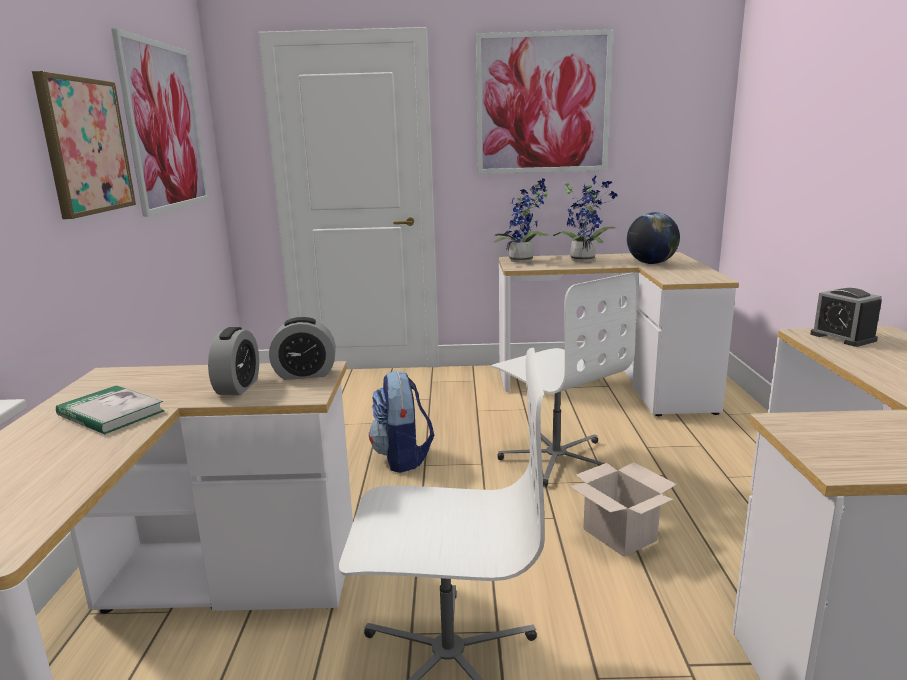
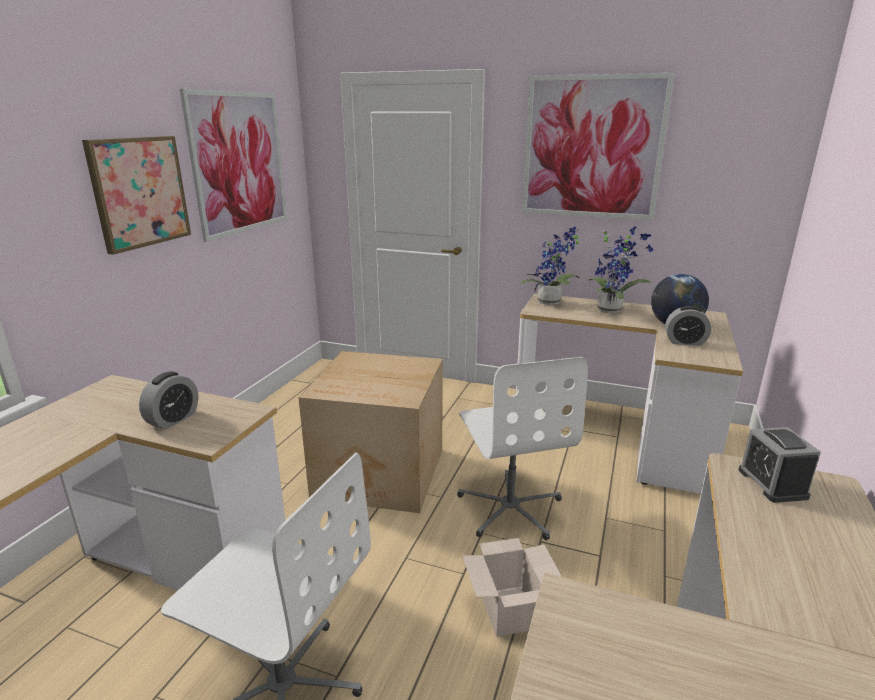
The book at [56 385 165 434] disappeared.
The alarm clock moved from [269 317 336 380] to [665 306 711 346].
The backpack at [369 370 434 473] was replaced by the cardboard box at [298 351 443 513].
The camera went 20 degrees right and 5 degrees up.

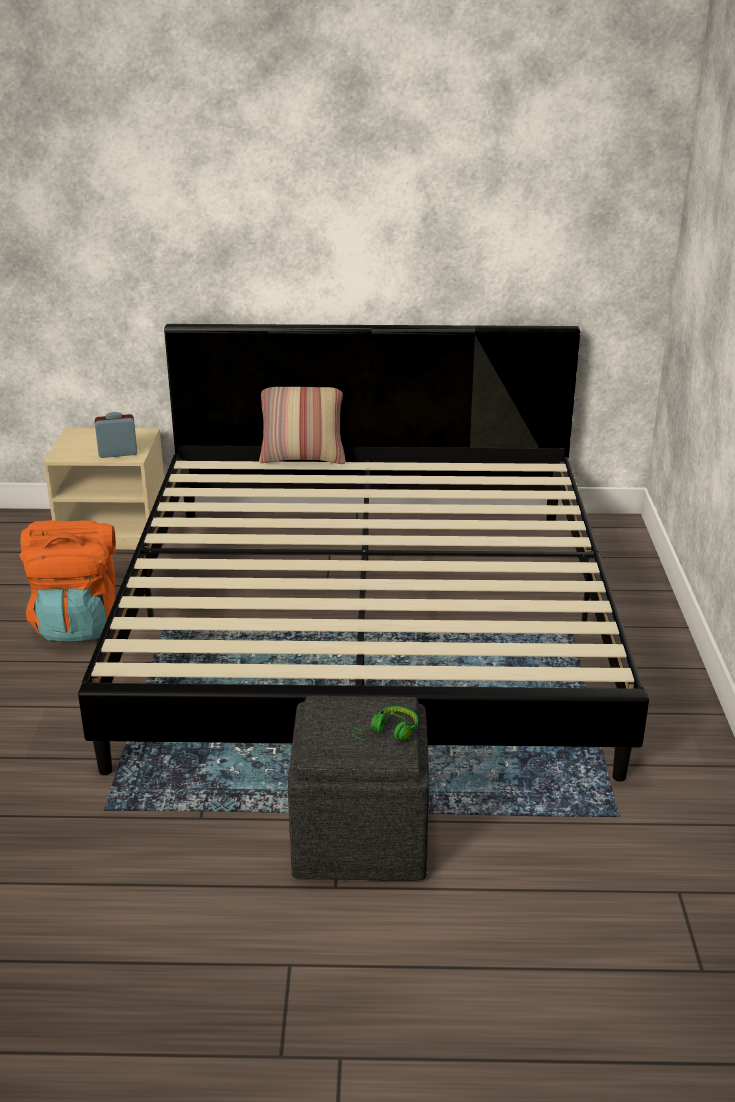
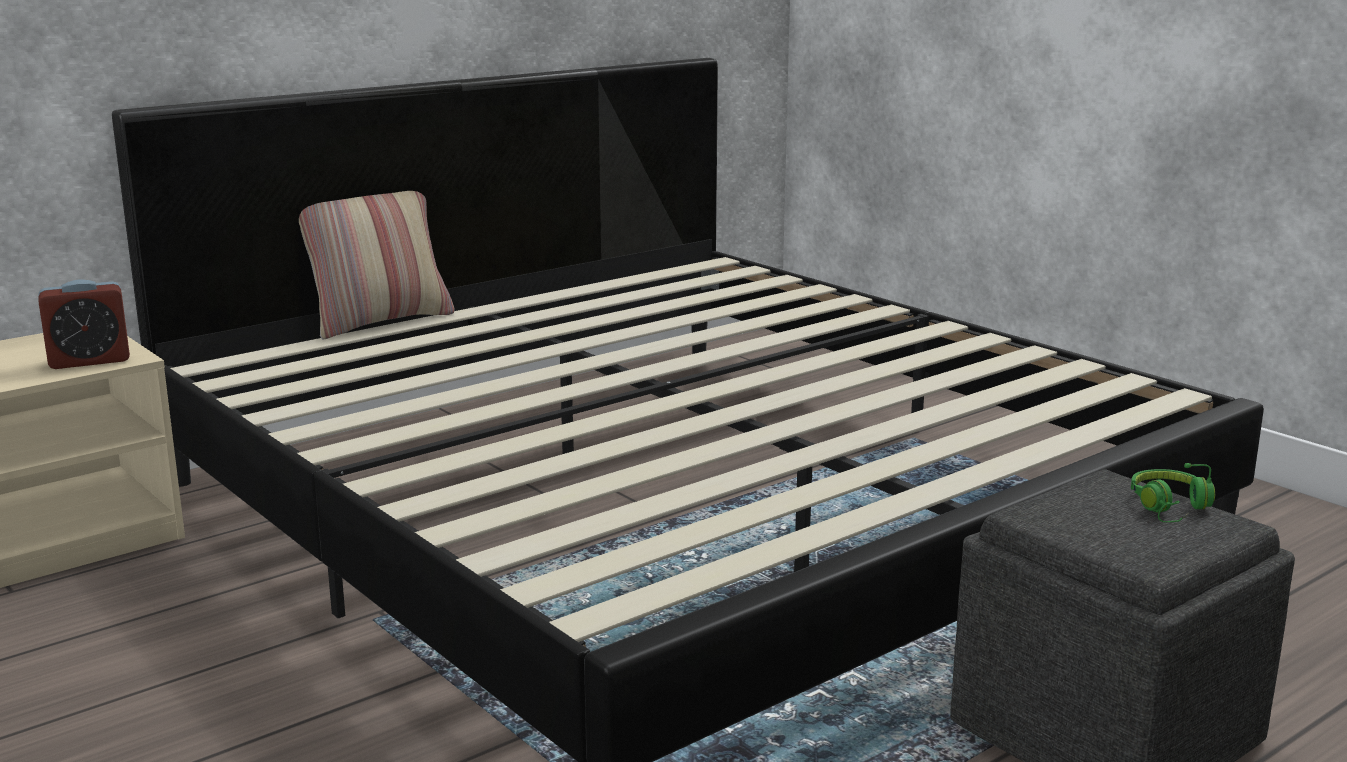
The orange backpack at [19 520 116 641] disappeared.
The alarm clock at [95 412 137 458] turned 150 degrees counterclockwise.
The camera went 40 degrees left and 10 degrees down.

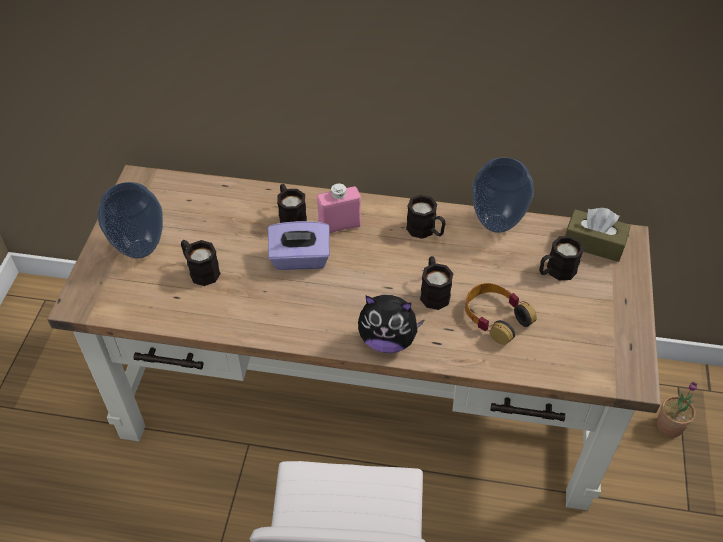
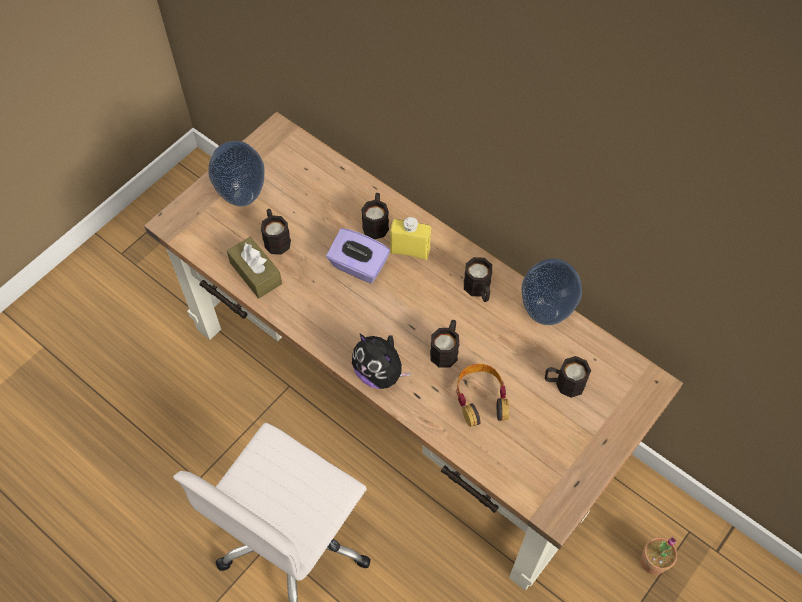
The pink bottle at [317 183 361 234] became the yellow bottle at [390 217 431 260].
The brown tissue box moved from [565 208 631 262] to [227 237 282 298].
The camera went 30 degrees right and 10 degrees up.

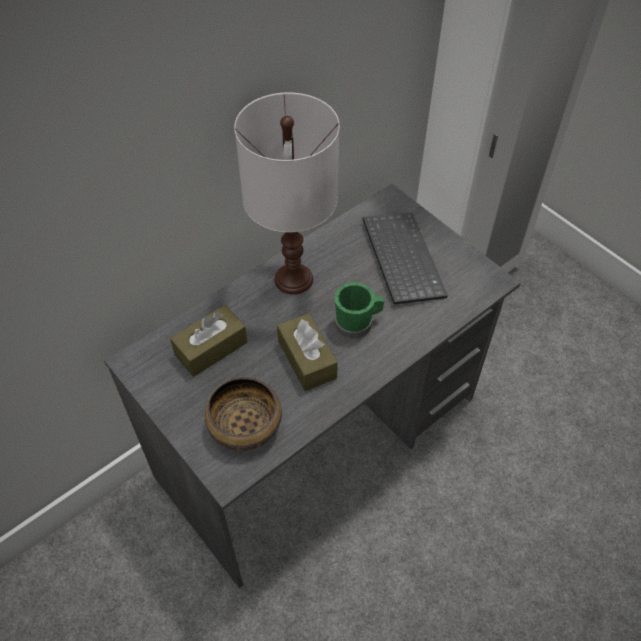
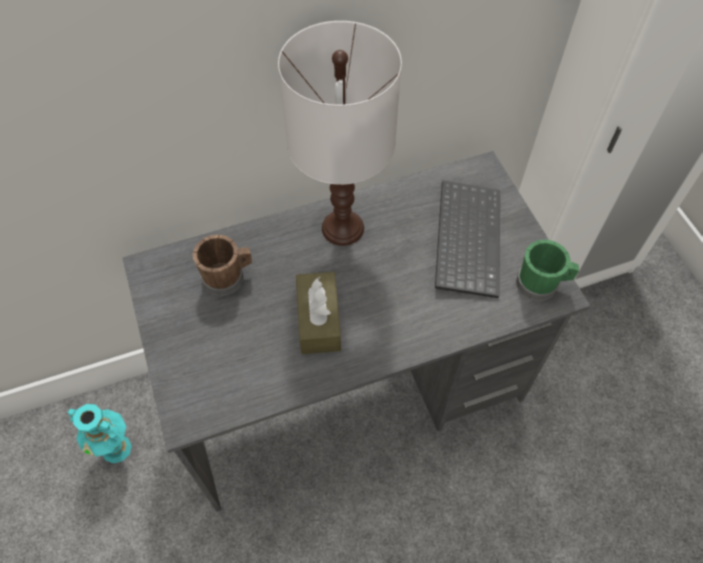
The brown tissue box at [170 305 247 377] was replaced by the brown mug at [193 235 252 296].
The bowl at [205 377 282 451] disappeared.
The green mug moved from [335 282 384 339] to [516 239 579 301].
The turquoise vase at [68 404 132 463] appeared.
The camera went 20 degrees right and 5 degrees up.

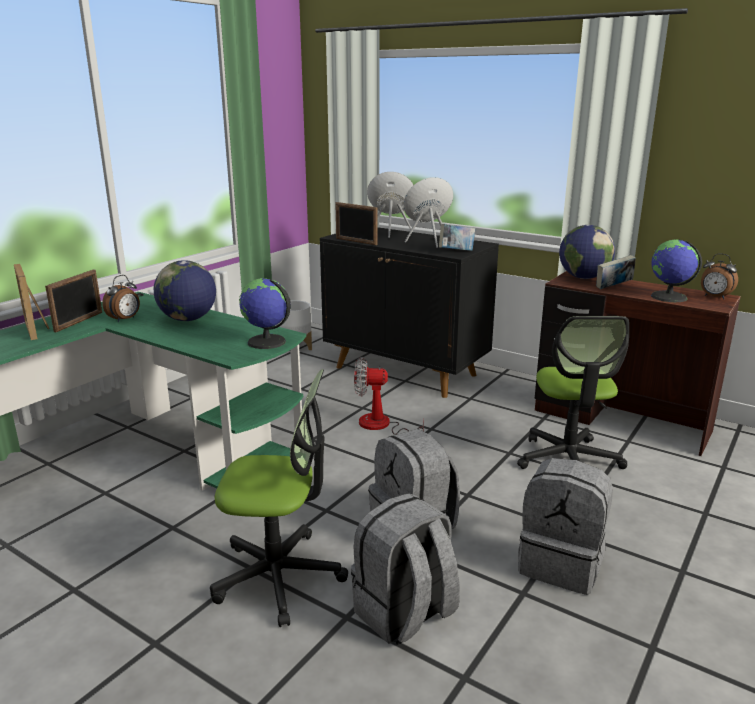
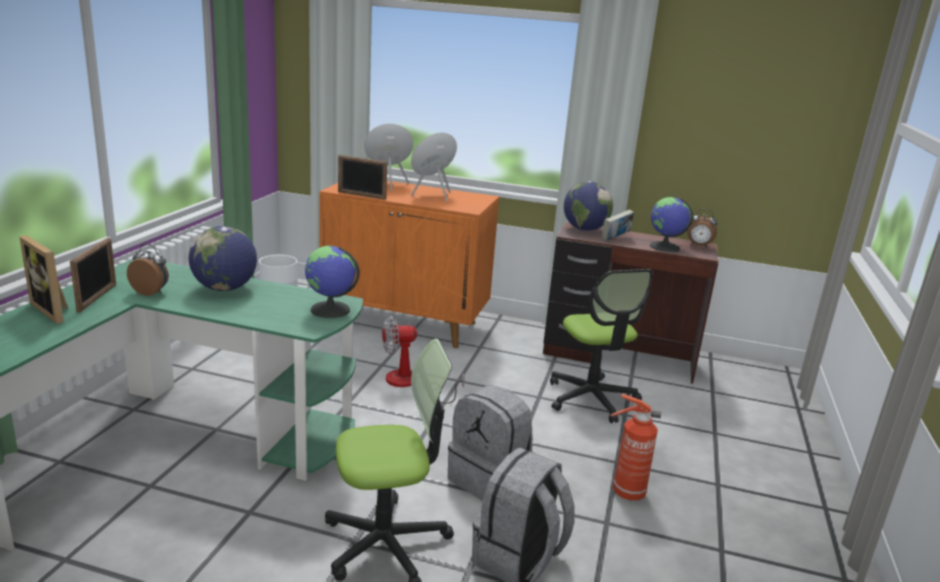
The alarm clock at [102 275 140 322] turned 90 degrees counterclockwise.
The black cabinet at [320 227 499 398] became the orange cabinet at [319 181 499 348].
The book at [439 224 475 251] disappeared.
The grey backpack at [518 458 613 595] was replaced by the fire extinguisher at [610 394 661 500].
The camera went 20 degrees left and 0 degrees up.

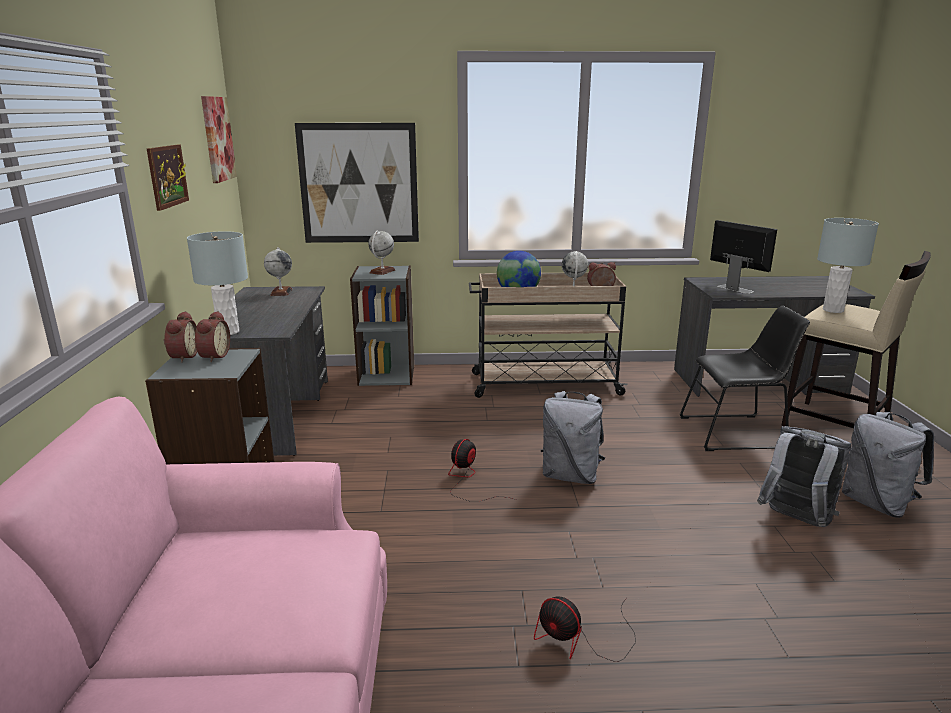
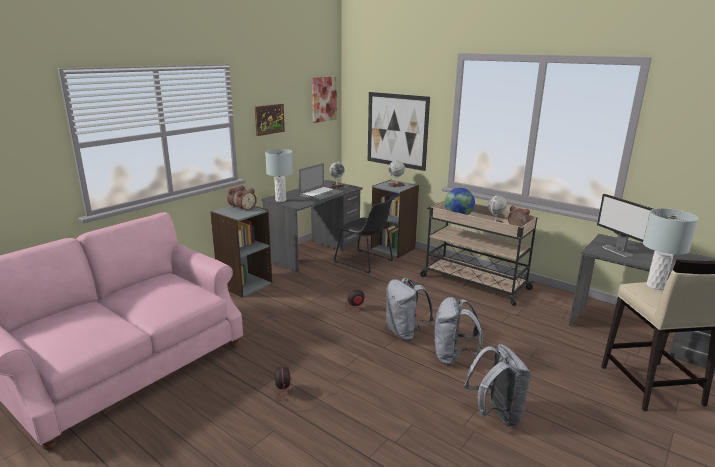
The black chair moved from [680 306 810 451] to [334 197 393 273].
The monitor at [710 220 777 294] turned 150 degrees clockwise.
The grey backpack moved from [842 412 934 518] to [434 297 483 366].
The laptop at [298 163 343 200] appeared.
The camera went 40 degrees right and 0 degrees up.

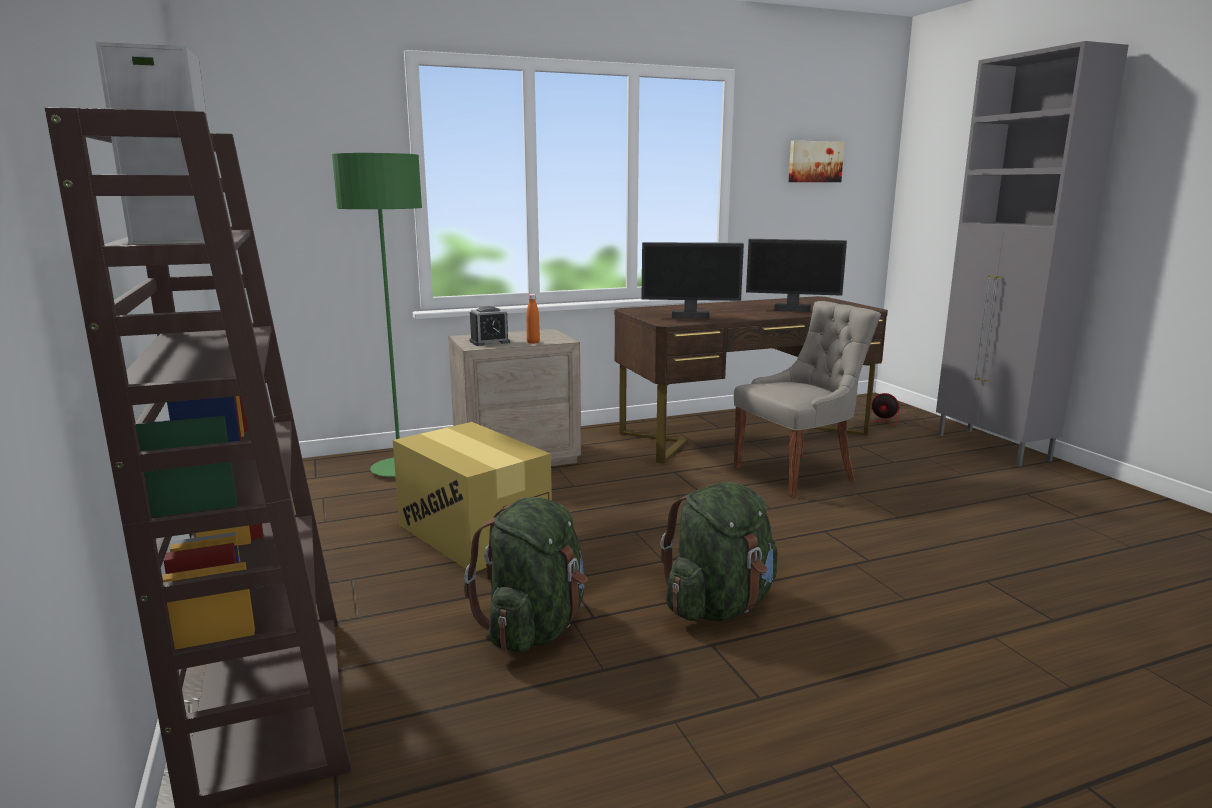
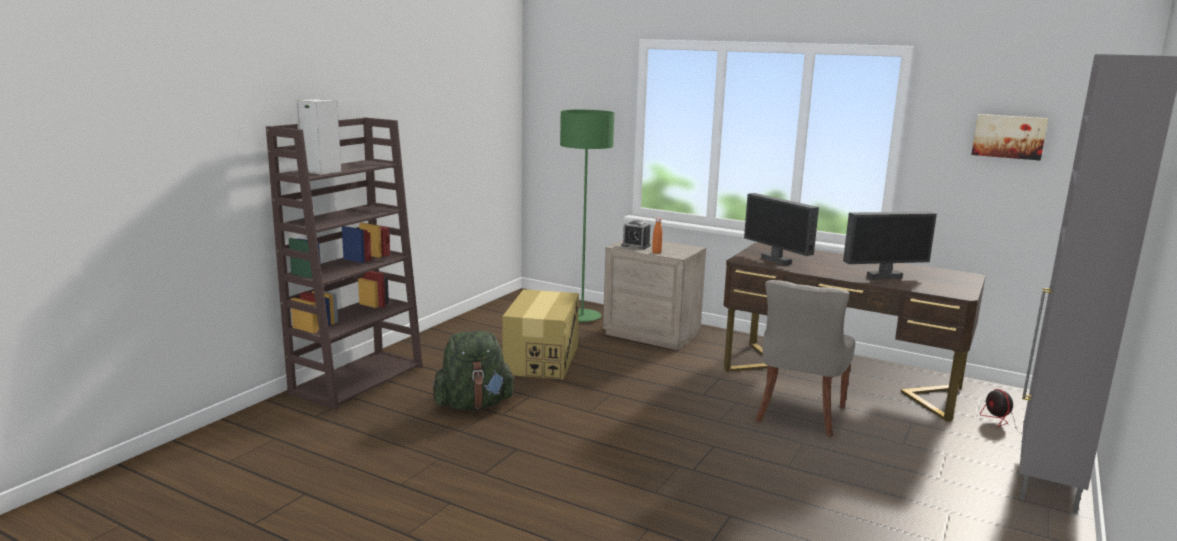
The green backpack at [660 482 778 621] disappeared.
The grey chair at [734 301 881 497] turned 90 degrees clockwise.
The monitor at [746 239 847 312] turned 75 degrees counterclockwise.
The camera went 50 degrees right and 0 degrees up.

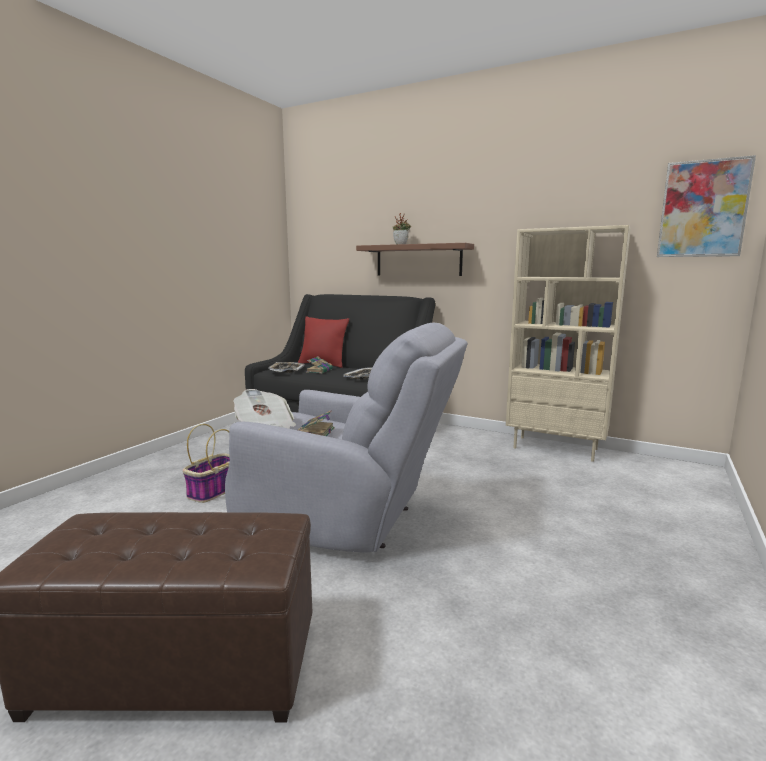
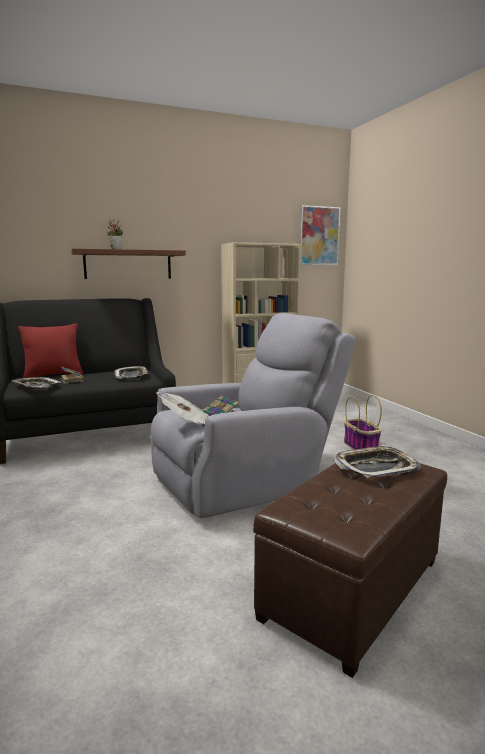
The basket moved from [183 424 230 503] to [344 395 382 450].
The tray at [334 445 421 478] appeared.
The camera went 50 degrees left and 0 degrees up.

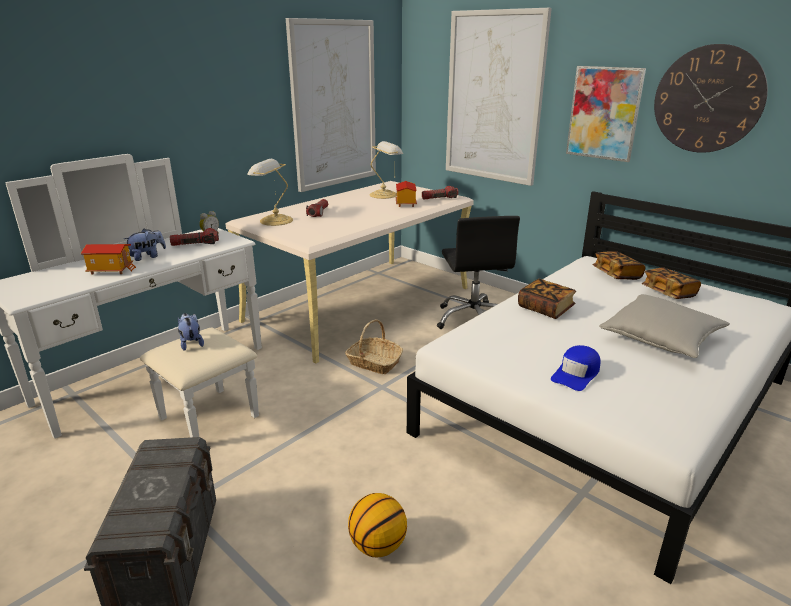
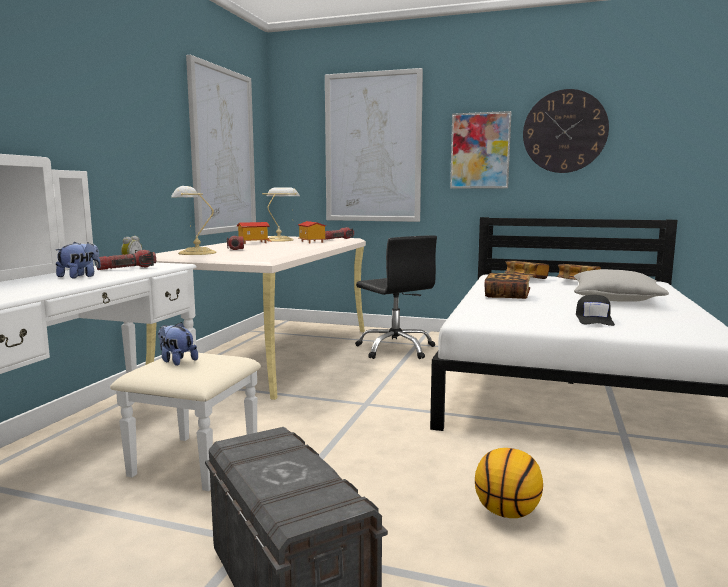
The toy house moved from [81 244 136 274] to [237 222 271 244].
The basket at [345 319 403 374] disappeared.
The blue cap at [551 345 600 391] became the black cap at [576 295 615 326].
The camera went 25 degrees left and 15 degrees down.

